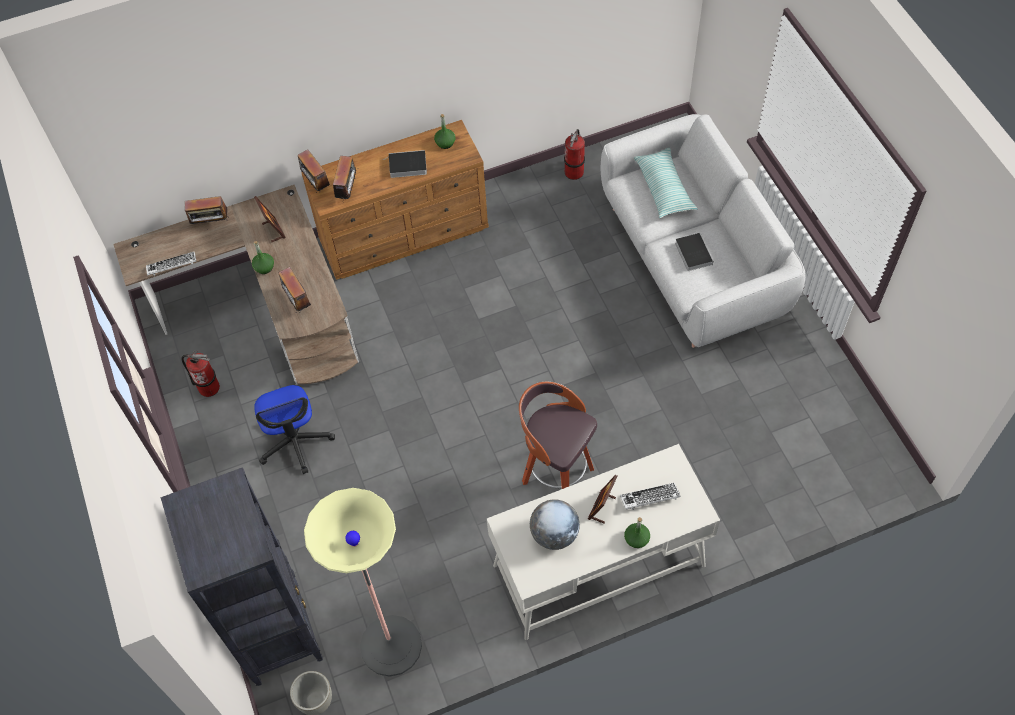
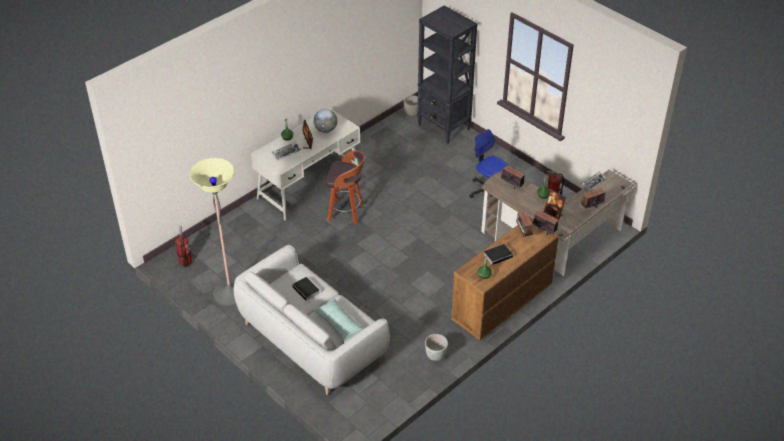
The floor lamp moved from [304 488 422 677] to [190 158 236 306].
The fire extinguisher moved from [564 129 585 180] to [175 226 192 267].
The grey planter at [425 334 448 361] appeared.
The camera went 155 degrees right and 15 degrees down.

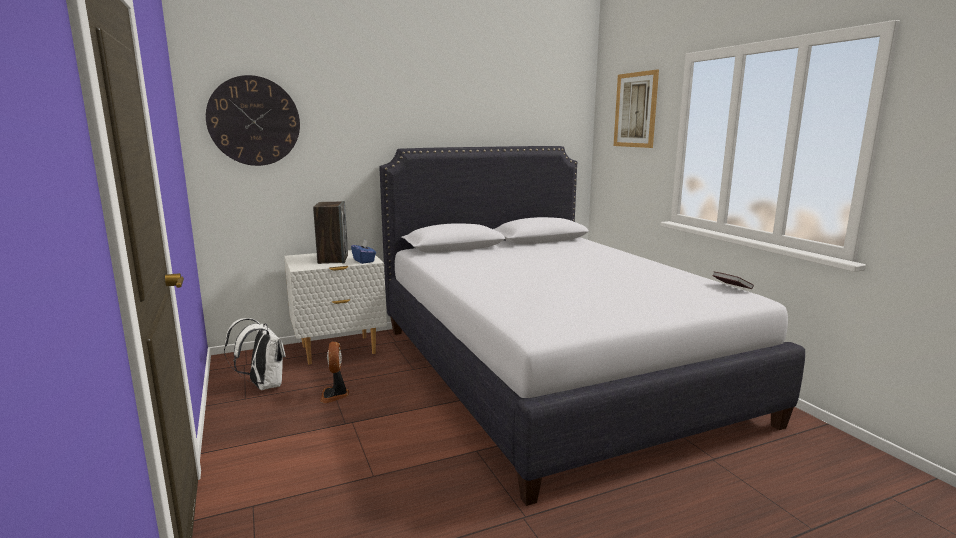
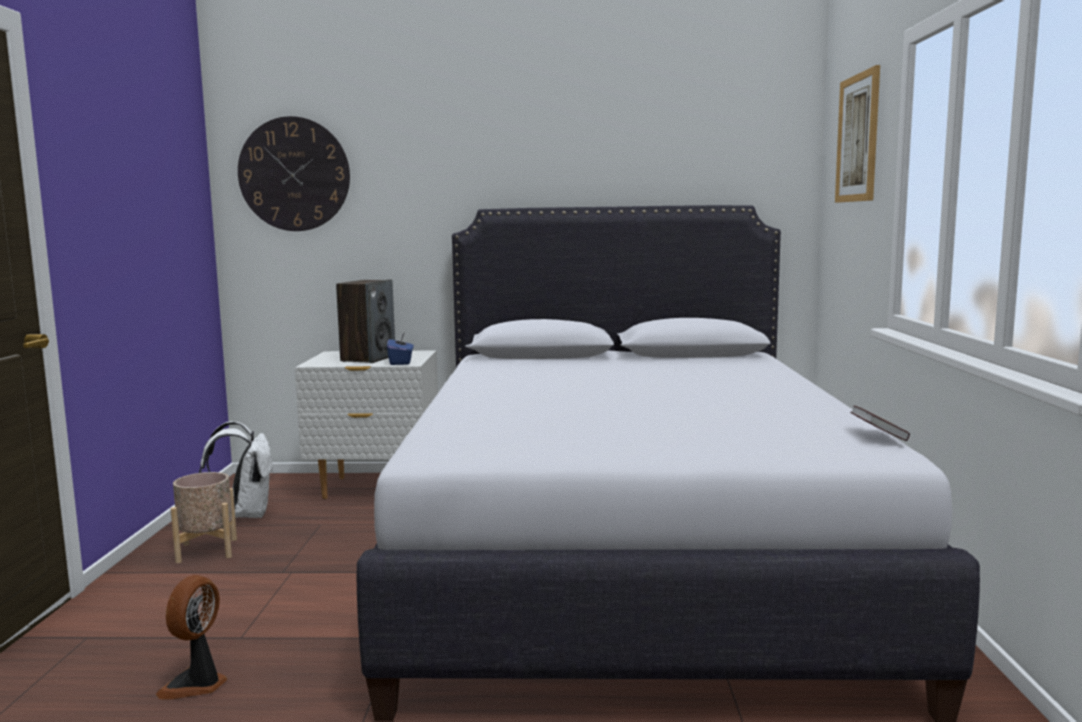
The fan moved from [320 341 349 403] to [156 575 227 700].
The beige planter at [171 472 237 563] appeared.
The camera went 25 degrees right and 5 degrees down.

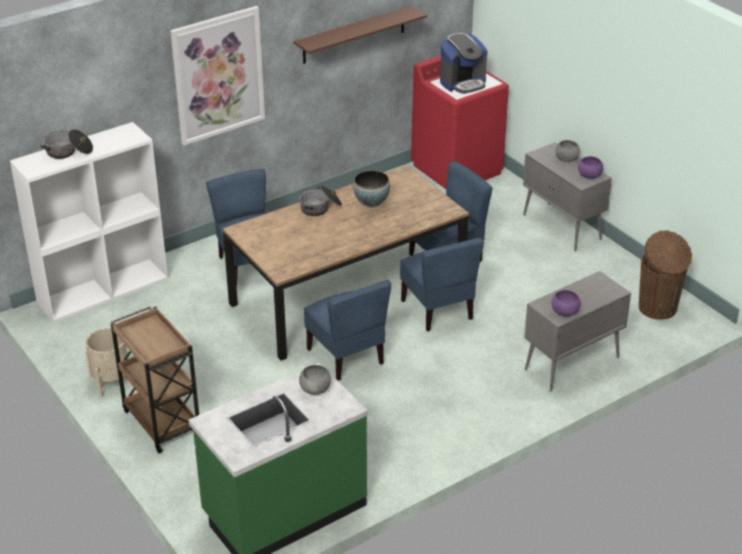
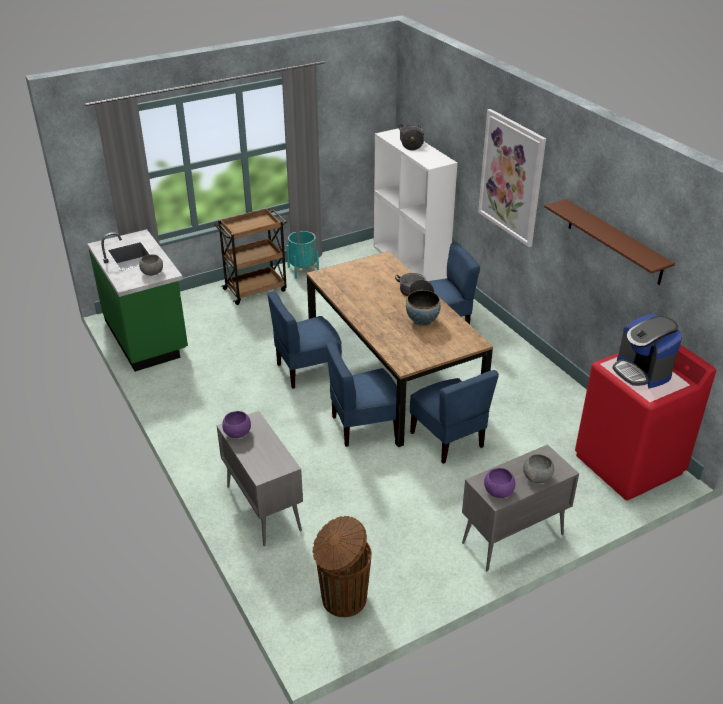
The beige planter at [85 328 134 398] became the turquoise planter at [287 231 319 279].
The camera went 95 degrees right and 0 degrees up.

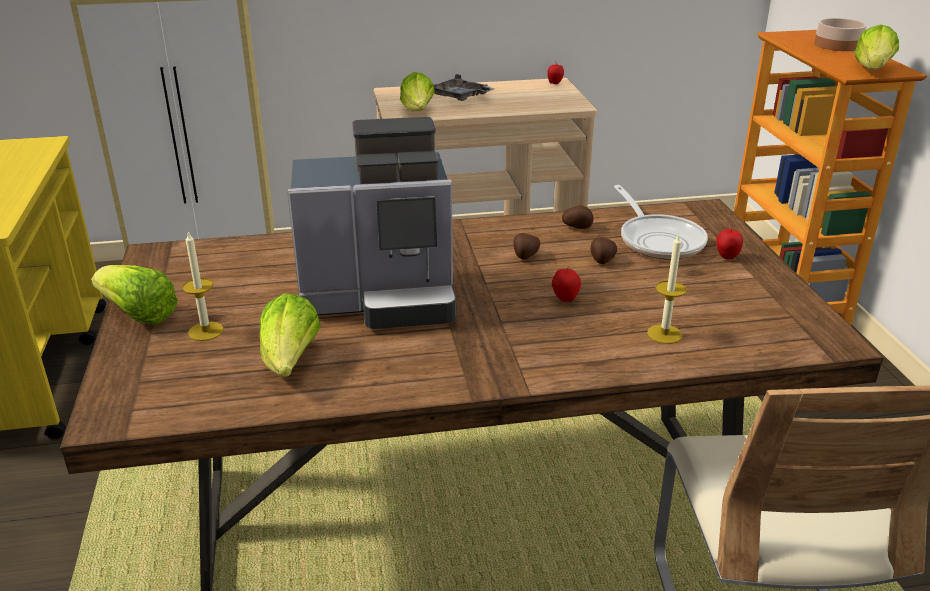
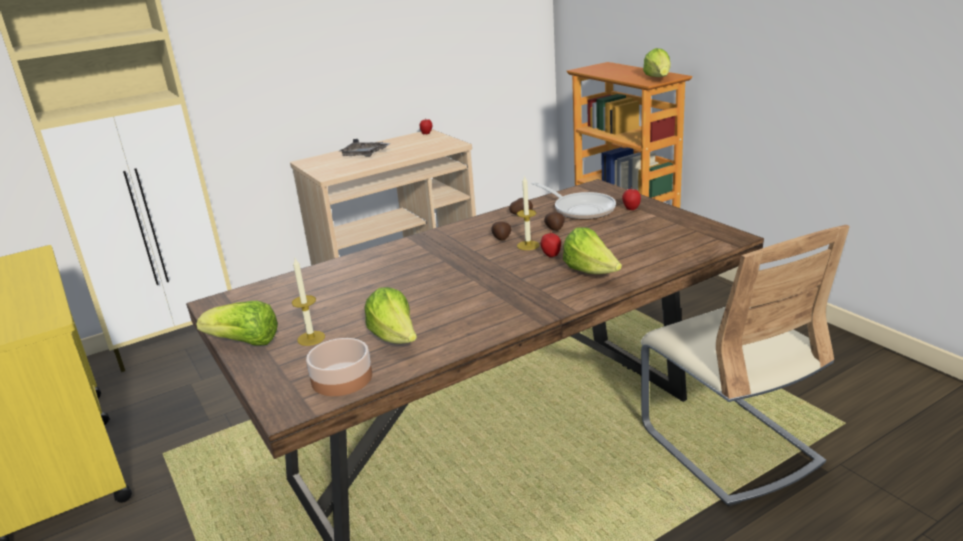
The coffee machine at [287 117 456 329] disappeared.
The lettuce moved from [400 72 435 111] to [563 227 622 274].
The candle moved from [647 233 687 344] to [517 175 540 250].
The bowl moved from [814 18 867 51] to [306 338 372 396].
The camera went 20 degrees left and 5 degrees down.

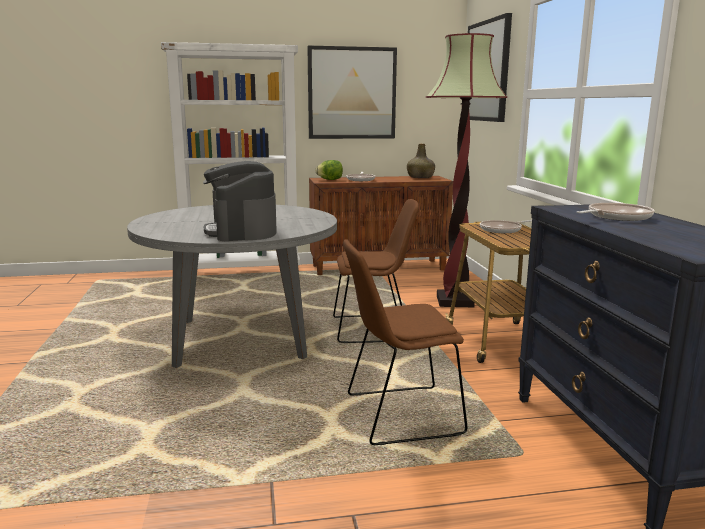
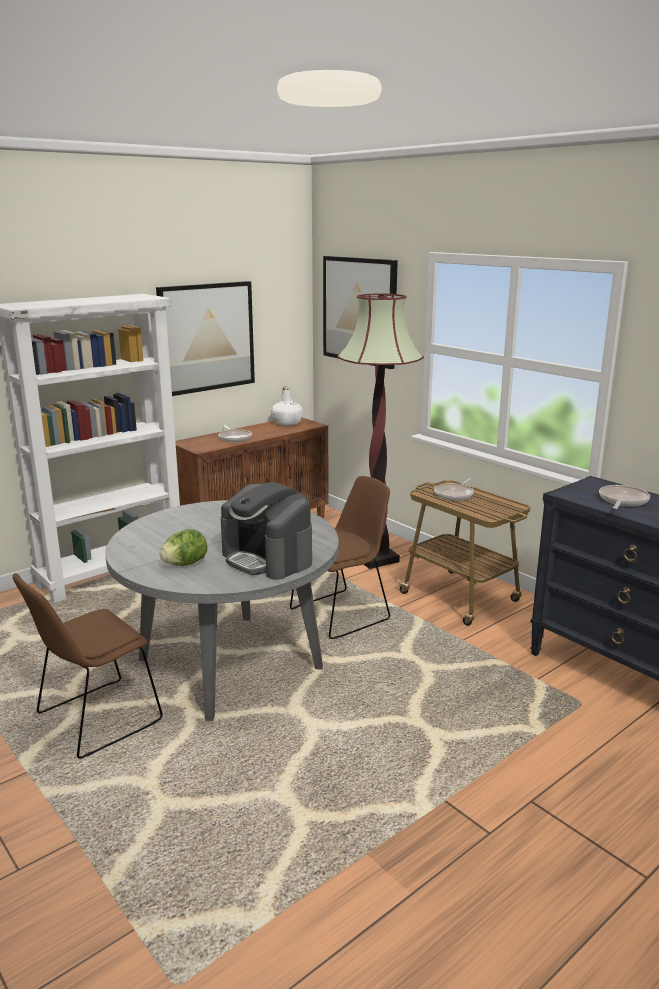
The lettuce moved from [316 160 343 180] to [160 529 207 566].
The brown chair moved from [343 239 468 445] to [13 573 163 759].
The green bottle at [407 144 435 178] became the white bottle at [271 386 303 426].
The camera went 30 degrees left and 5 degrees up.

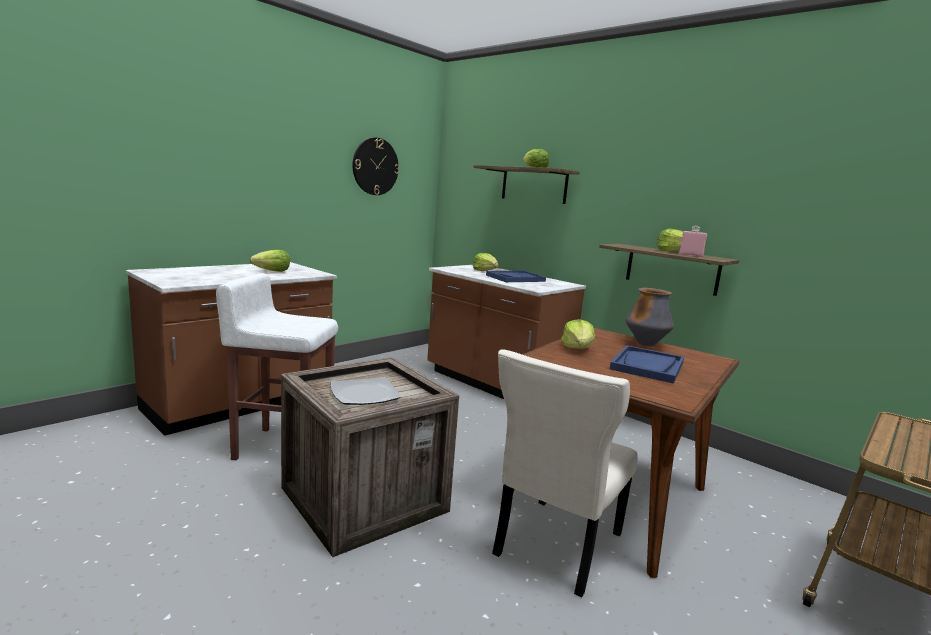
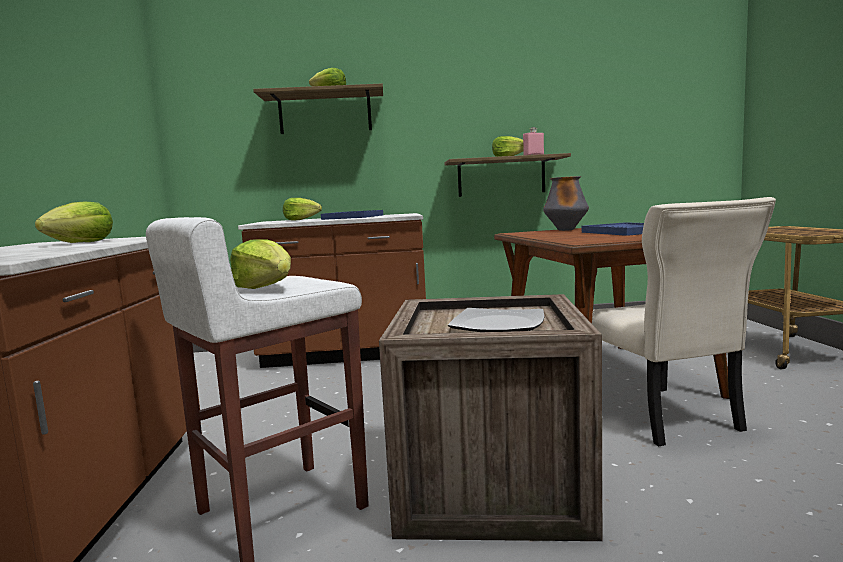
The wall clock at [353 138 399 195] disappeared.
The lettuce moved from [561 319 595 349] to [230 240 291 289].
The camera went 45 degrees left and 5 degrees down.

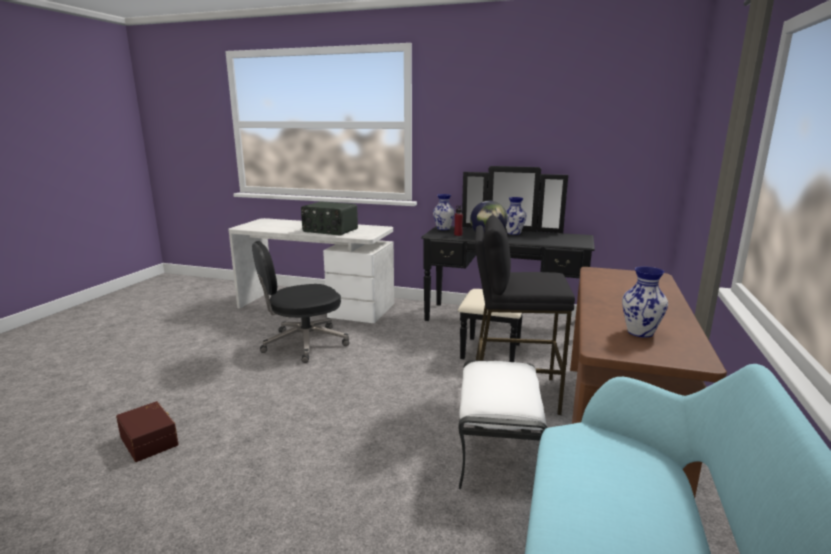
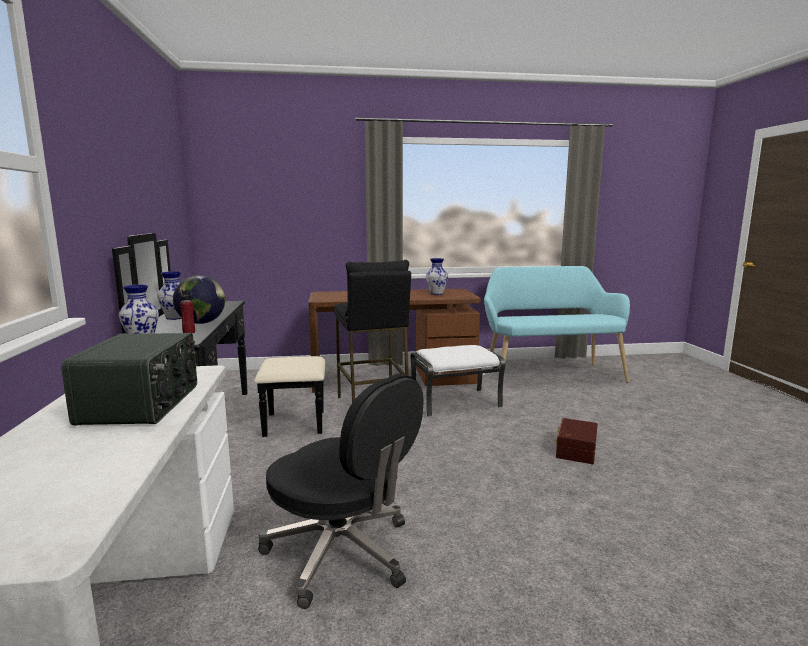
The brown storage box moved from [116 401 179 462] to [555 418 598 464].
The camera went 115 degrees left and 5 degrees down.

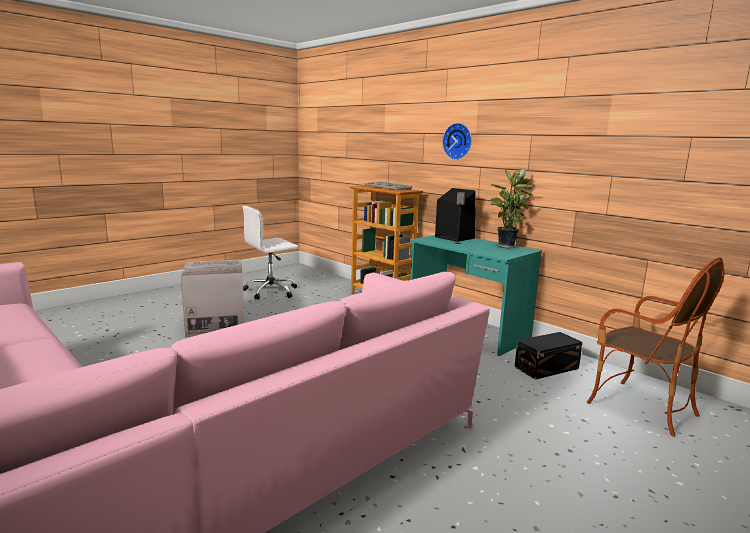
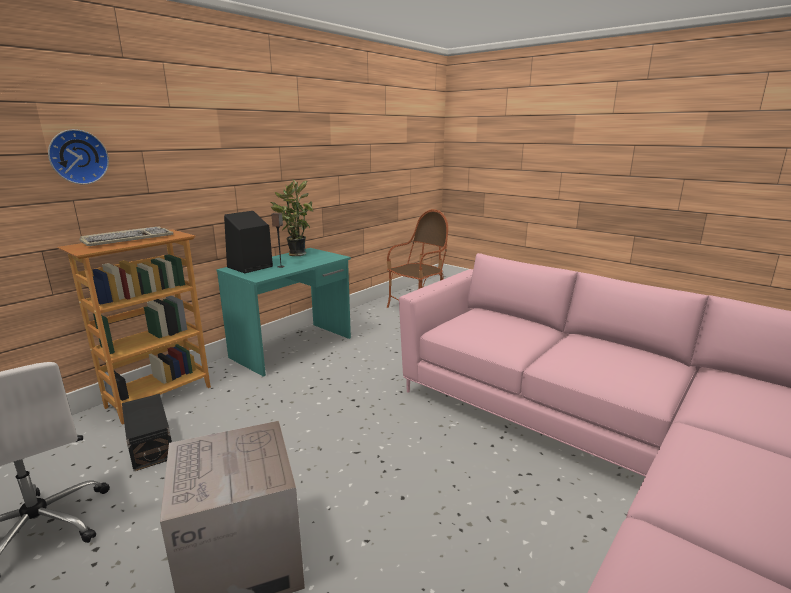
The wall clock moved from [442 123 472 160] to [48 129 109 184].
The black storage box moved from [515 332 583 380] to [122 394 172 471].
The camera went 95 degrees left and 5 degrees up.

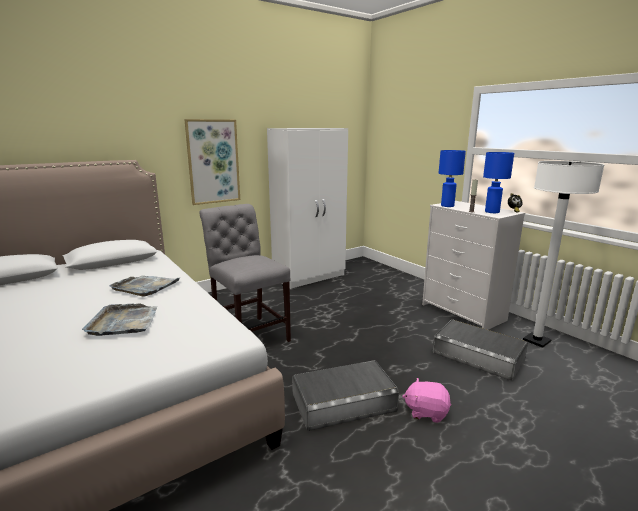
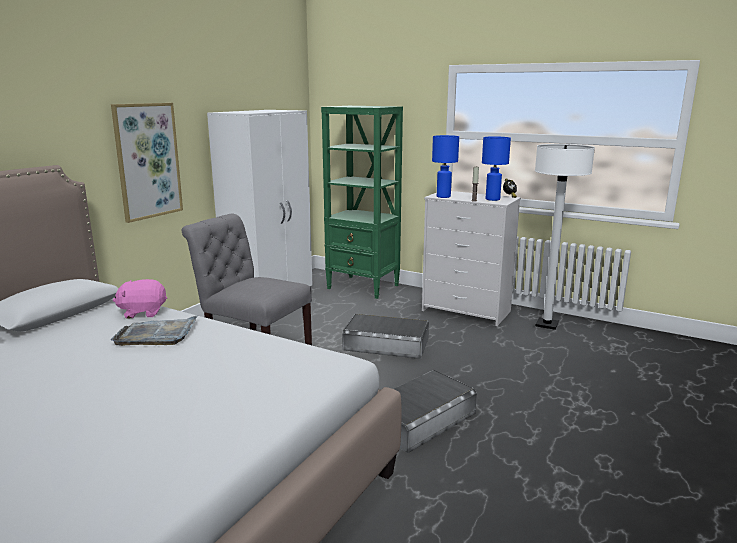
The grey tray at [82 303 157 336] disappeared.
The pink plush toy moved from [402 378 451 423] to [113 279 167 318].
The grey storage box moved from [433 319 528 381] to [342 314 429 359].
The green bookcase at [321 106 403 299] appeared.
The camera went 25 degrees left and 0 degrees up.

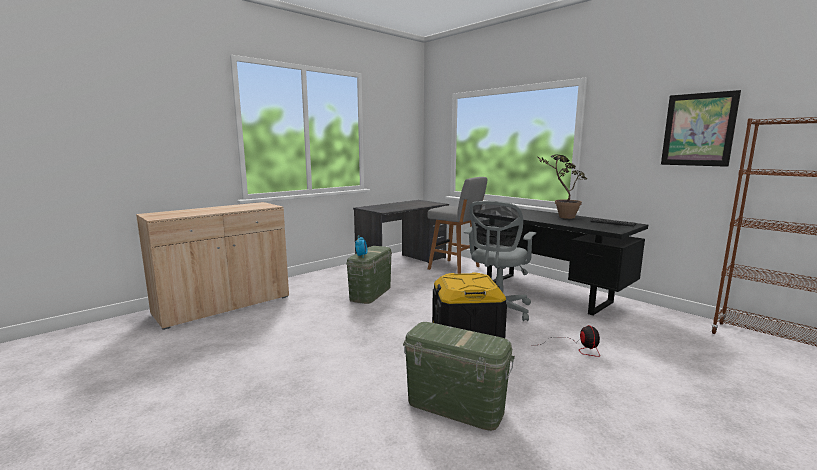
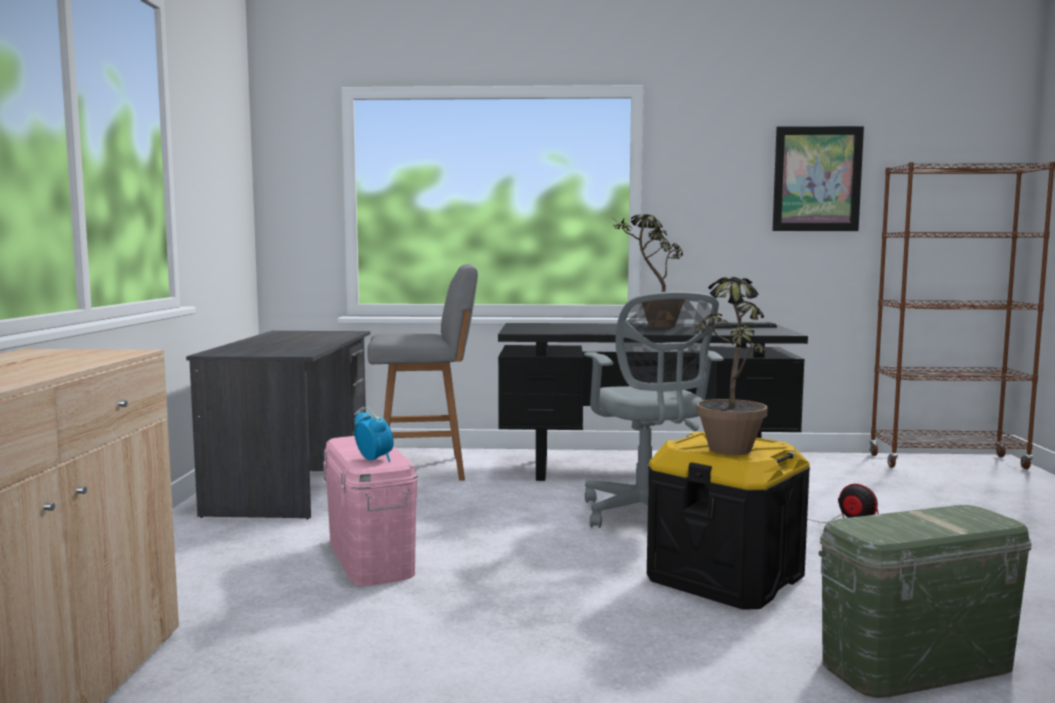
The green storage box at [346 246 392 304] became the pink storage box at [323 436 418 586].
The potted plant at [695 277 768 455] appeared.
The camera went 45 degrees left and 5 degrees down.

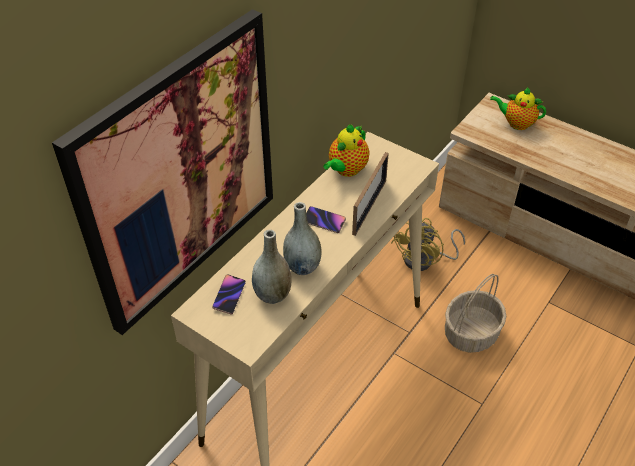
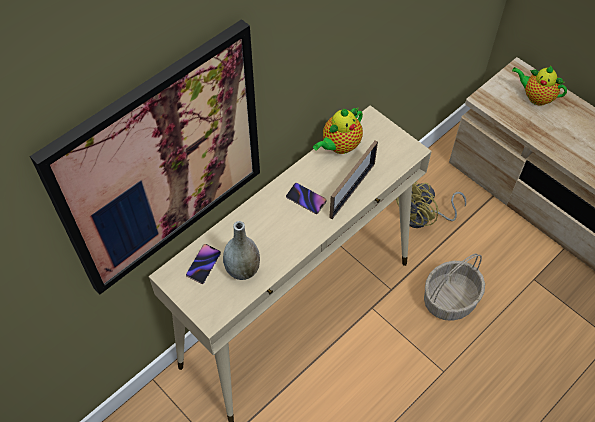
The grey vase at [283 202 322 275] disappeared.
The camera went 10 degrees right and 10 degrees up.

